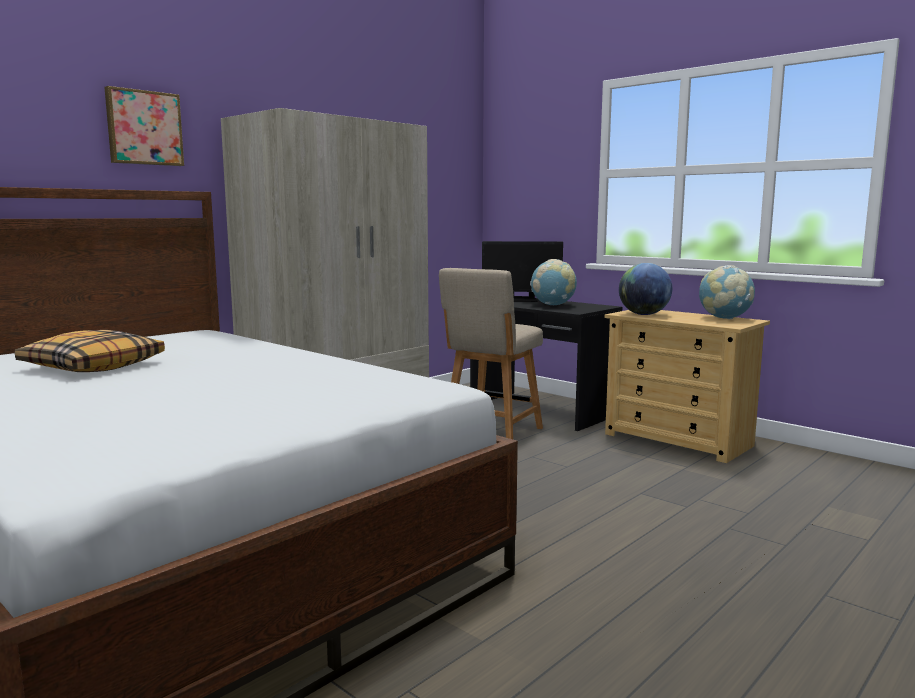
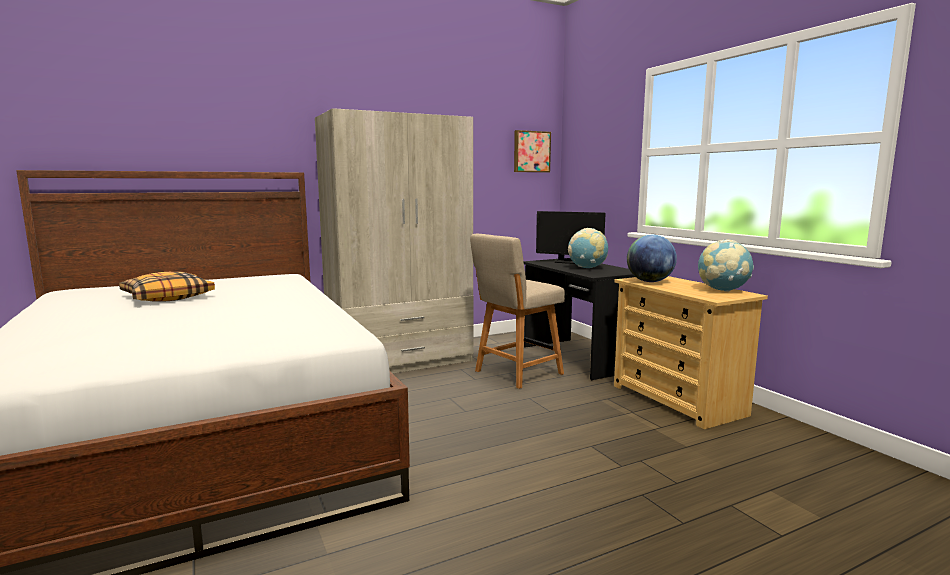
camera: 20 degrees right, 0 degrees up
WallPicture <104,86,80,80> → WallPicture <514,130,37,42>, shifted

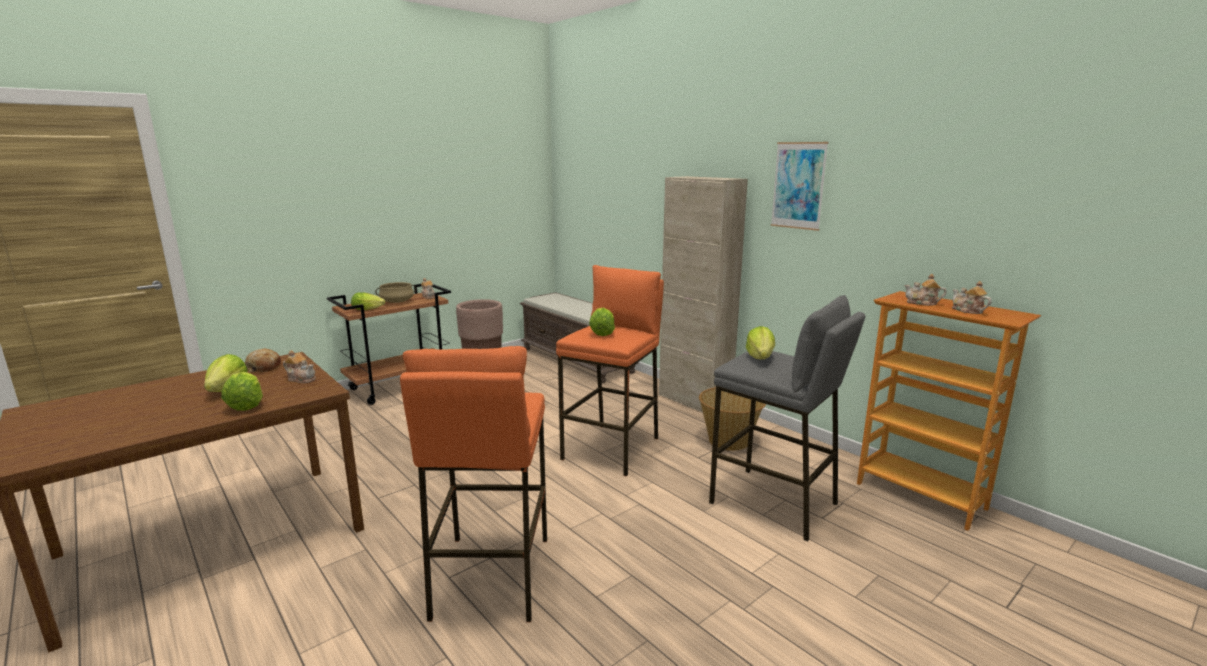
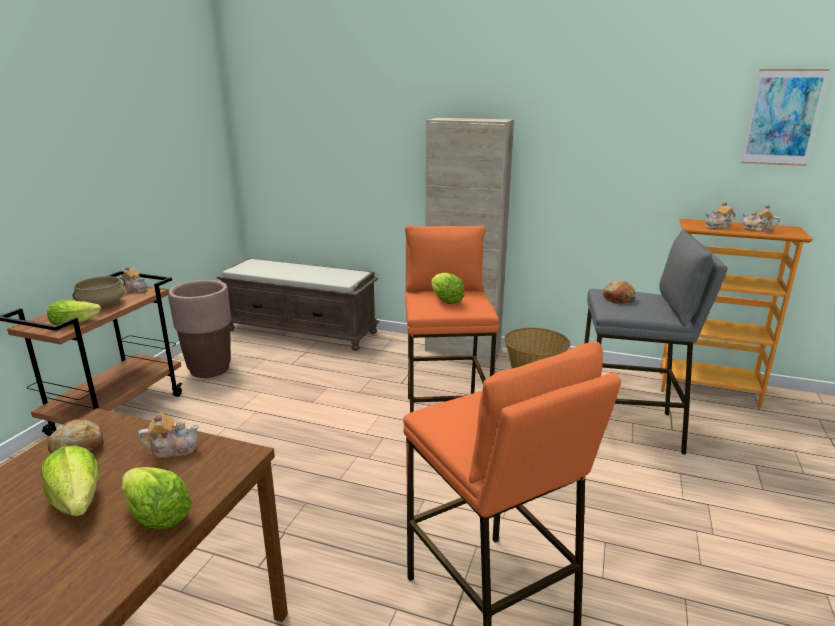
camera: 30 degrees left, 5 degrees up
WallPicture <771,142,57,89> → WallPicture <741,69,89,97>, shifted
Lettuce <746,326,29,33> → Bread <603,280,32,24>

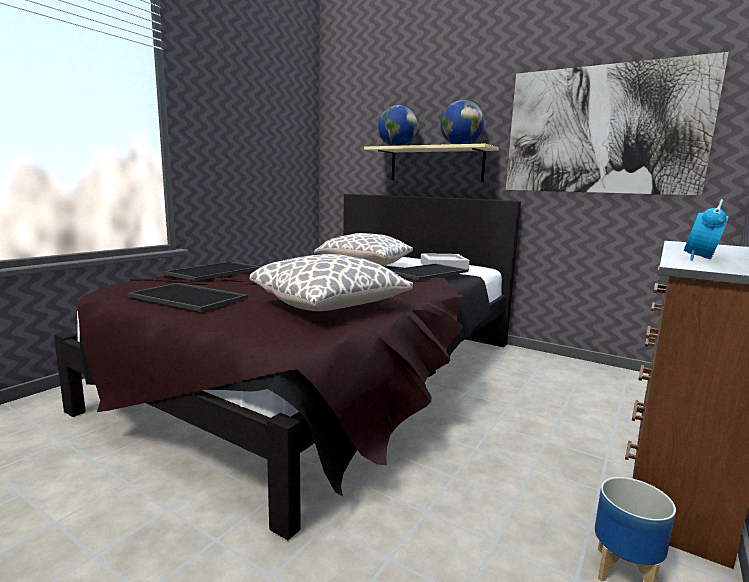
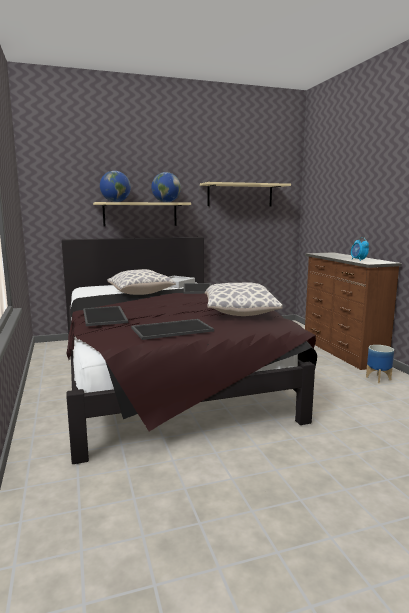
camera: 50 degrees left, 0 degrees up
WallPicture <506,52,223,144> → BeigeWallShelf <200,182,91,24>

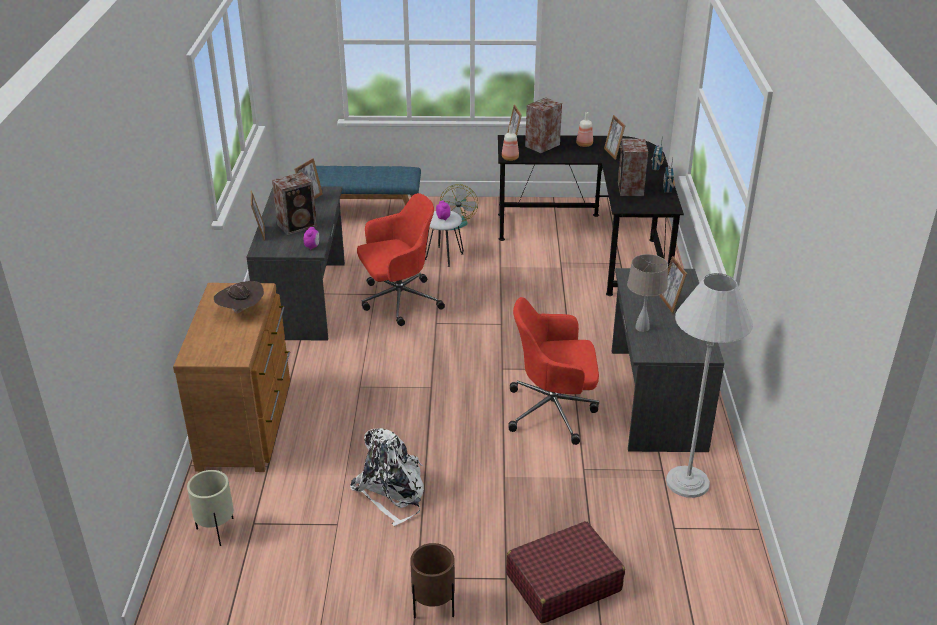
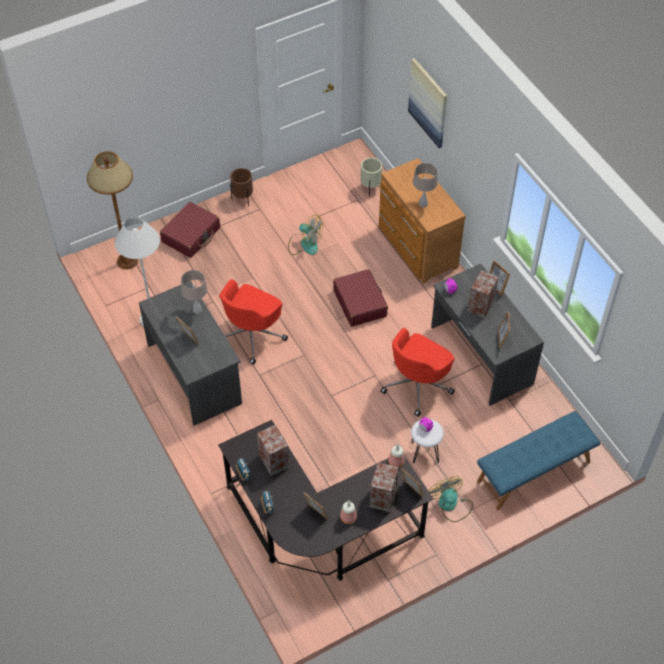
camera: 150 degrees right, 20 degrees up
- → BrownColouredStandingLamp <87,151,51,118>
- → ReddishTravelCase <333,269,55,58>
- → WallPicture <408,58,39,90>
BrownColouredHat <214,281,50,32> → BeigeTableLamp <413,163,25,44>
WhiteBackpack <350,428,74,98> → Fan <288,215,35,40>
ReddishDeskChair <508,297,91,148> → ReddishDeskChair <219,279,69,86>, 150 degrees clockwise

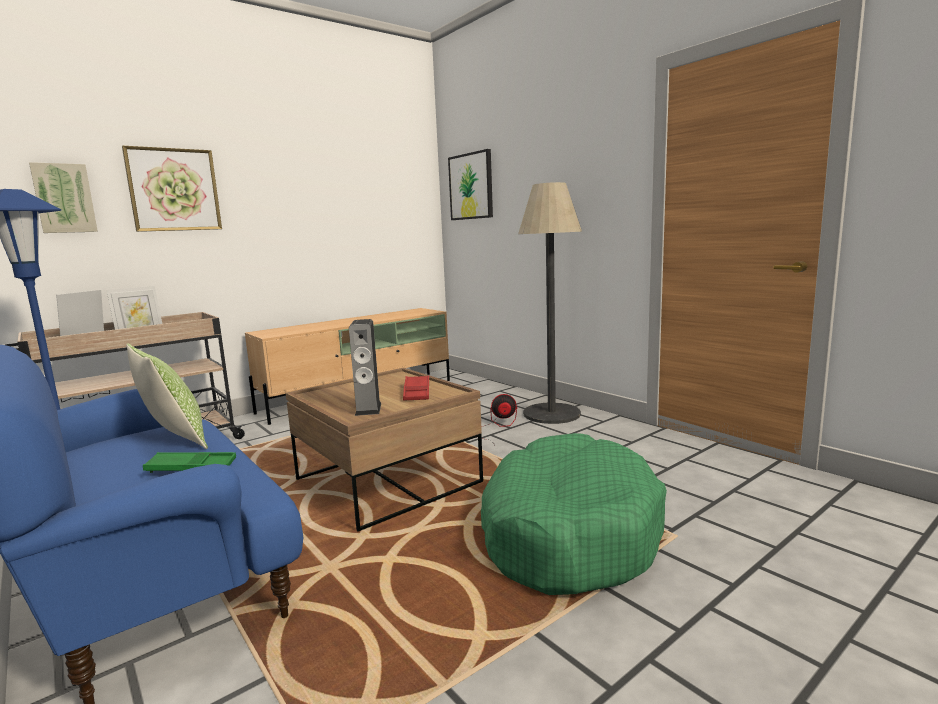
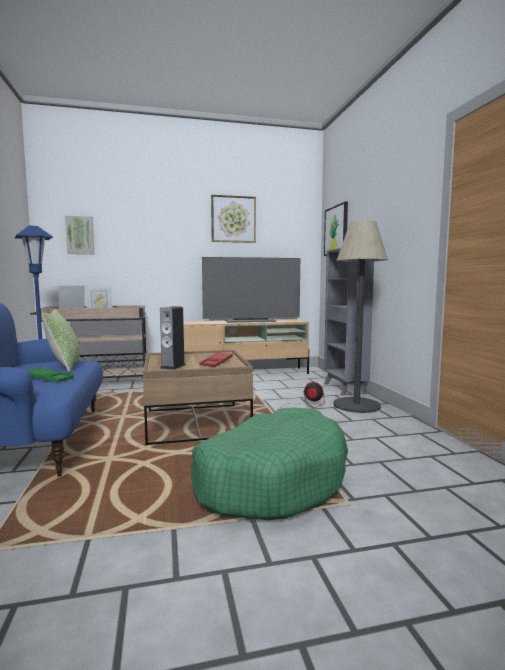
camera: 25 degrees right, 5 degrees down
- → Television <202,257,98,66>
- → GreyishShelvingUnit <324,248,50,147>
WallPicture <122,146,100,86> → WallPicture <211,195,45,48>, shifted

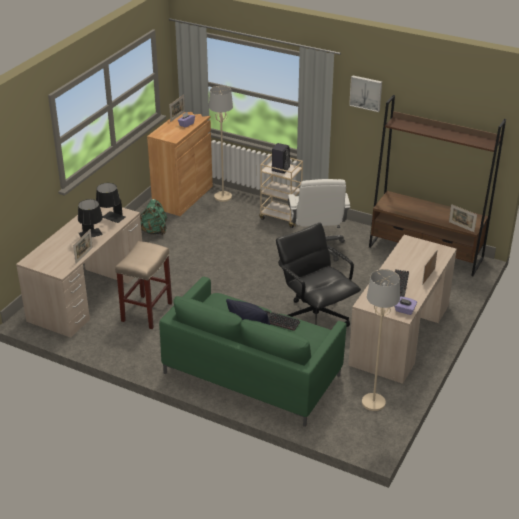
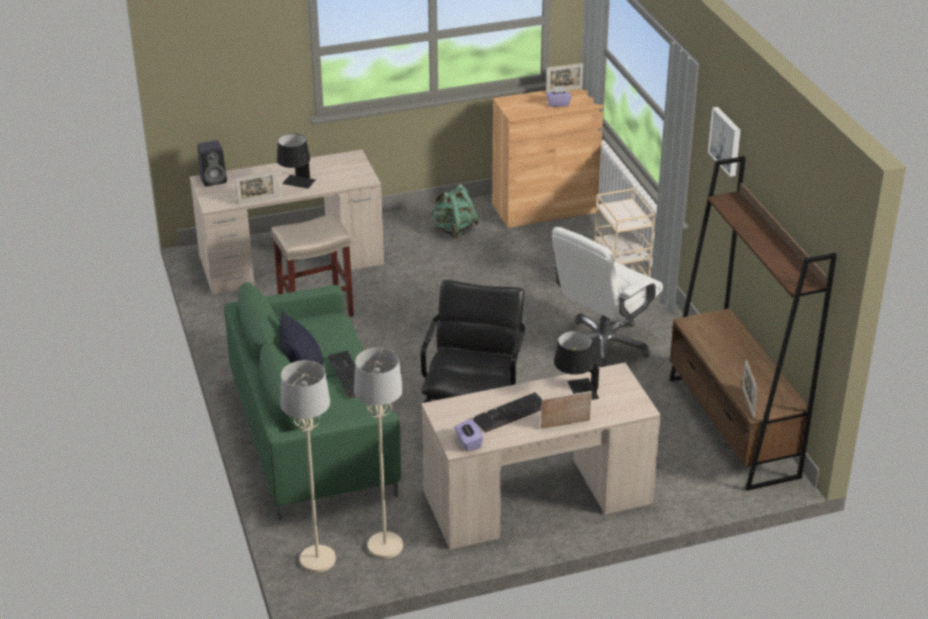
camera: 45 degrees right, 0 degrees up
BlackishTableLamp <96,183,30,40> → BlackishTableLamp <554,331,45,69>, shifted
BeigeStandingLamp <209,86,24,116> → BeigeStandingLamp <281,360,55,213>, shifted
BlackishSpeaker <272,143,18,31> → BlackishSpeaker <197,140,30,47>, shifted

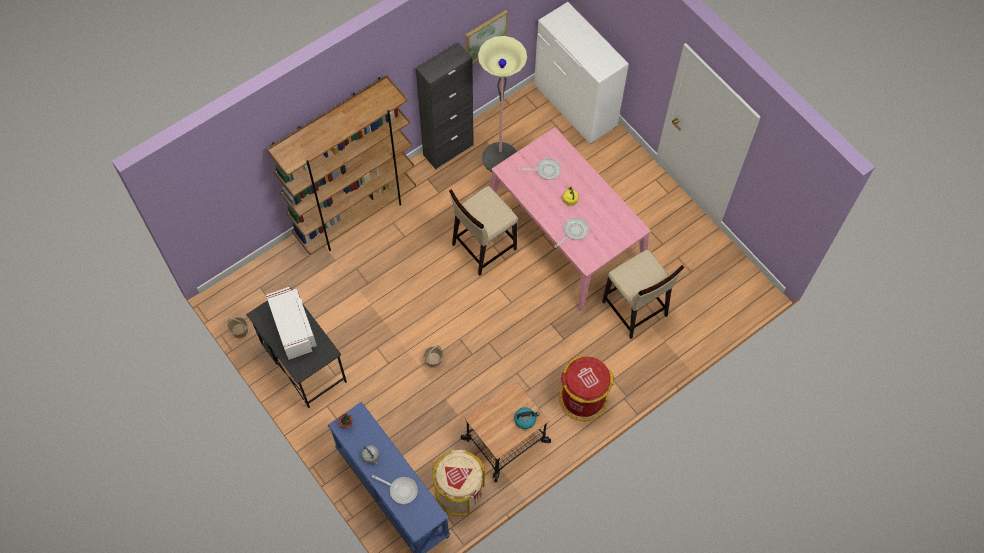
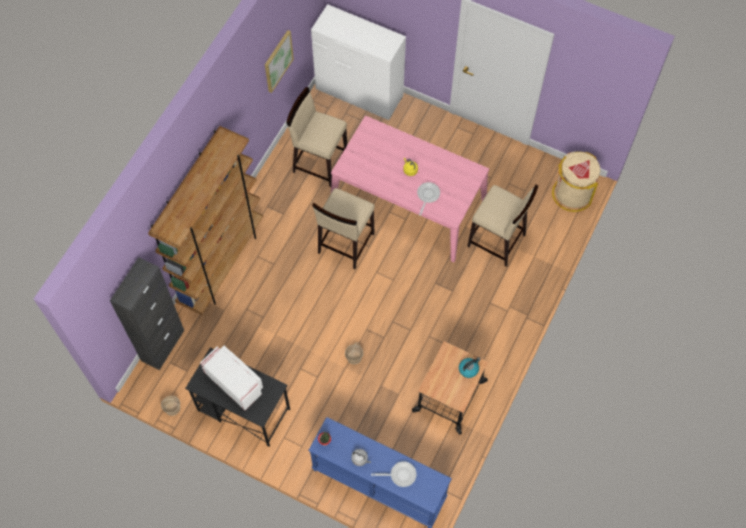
camera: 25 degrees left, 0 degrees up
Pan <518,158,43,22> → -
ReddishTrashCan <559,355,55,66> → -
BlackishCabinet <416,42,58,127> → BlackishCabinet <110,257,74,113>, shifted
BeigeTrashCan <432,449,53,67> → BeigeTrashCan <552,151,48,61>, shifted
StandingLamp <478,36,49,136> → BeigeStool <286,87,61,100>

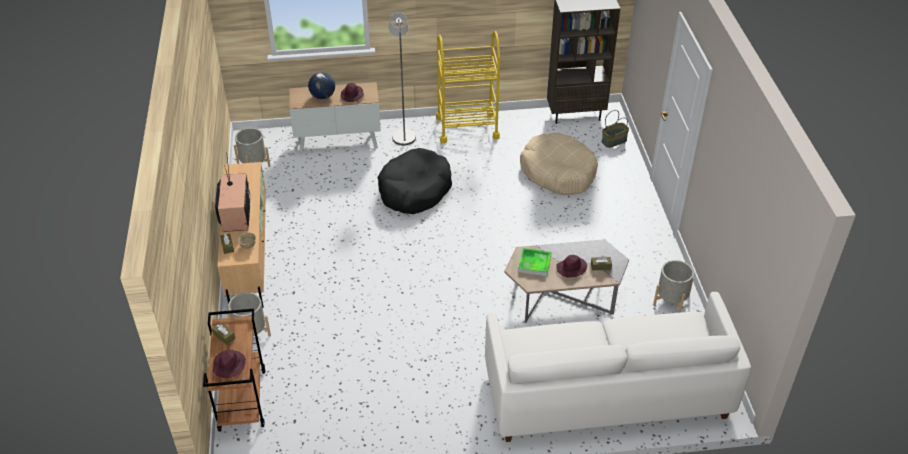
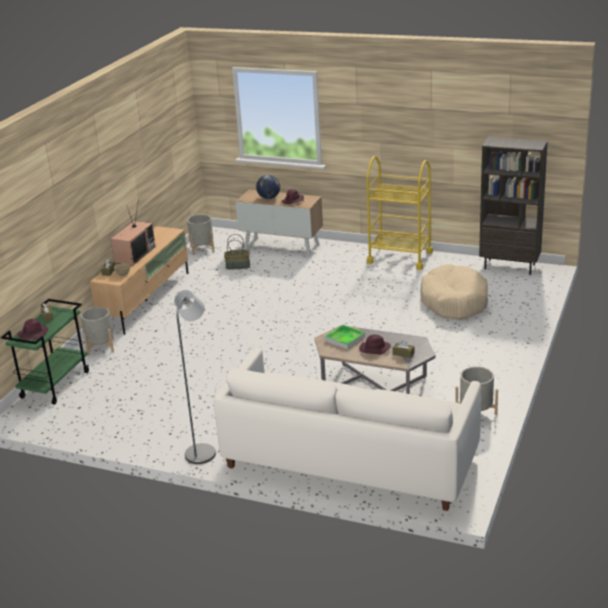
camera: 30 degrees right, 15 degrees down
BlackishDogCushion <378,148,74,66> → -
GreyishStandingLamp <388,12,28,133> → GreyishStandingLamp <174,290,42,174>, shifted
StorageBasket <602,110,27,38> → StorageBasket <224,234,26,36>, shifted
BrownColouredCart <203,309,62,122> → GreenishCart <1,299,88,105>

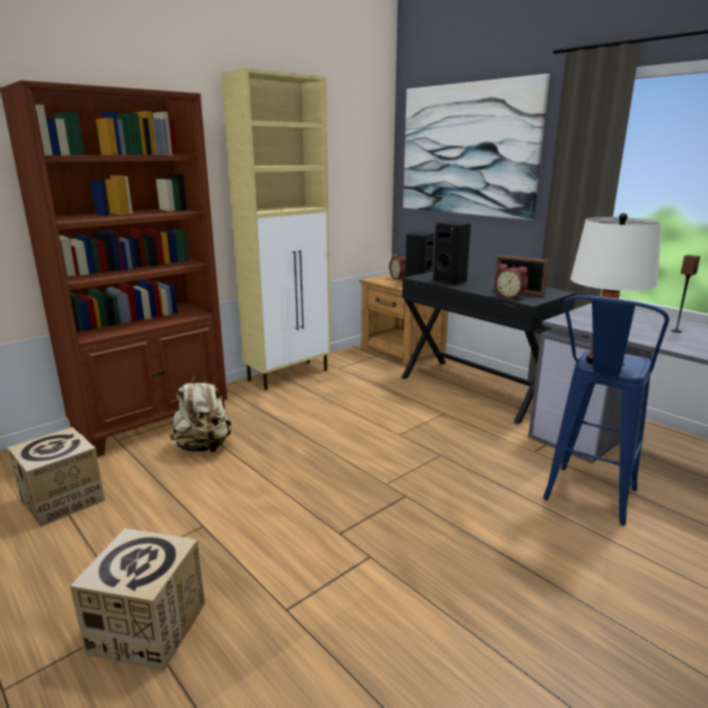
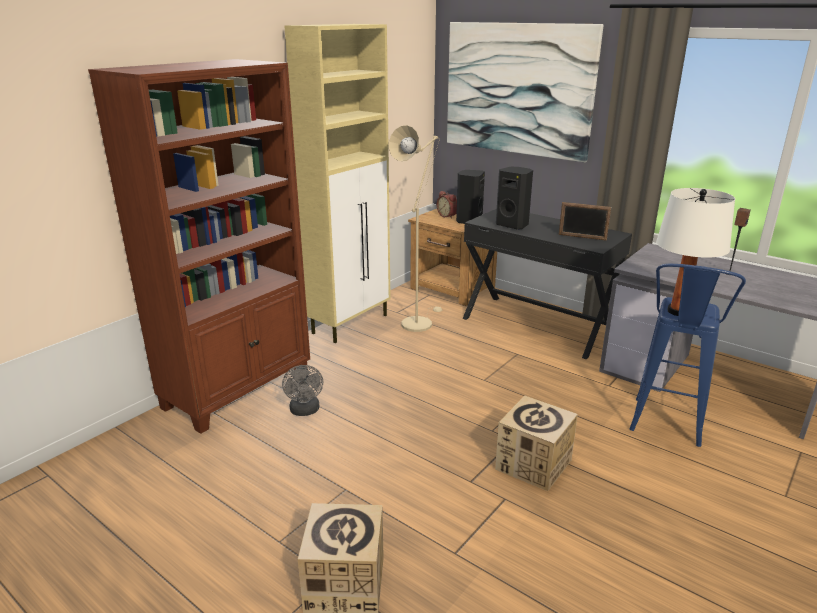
camera: 10 degrees left, 5 degrees up
BedsideClock <495,264,33,35> → -
- → BeigeStandingLamp <389,125,53,207>
Carton <7,427,98,100> → Carton <495,396,83,95>, shifted
BeigeBackpack <170,373,61,80> → GreyishFan <282,365,41,51>

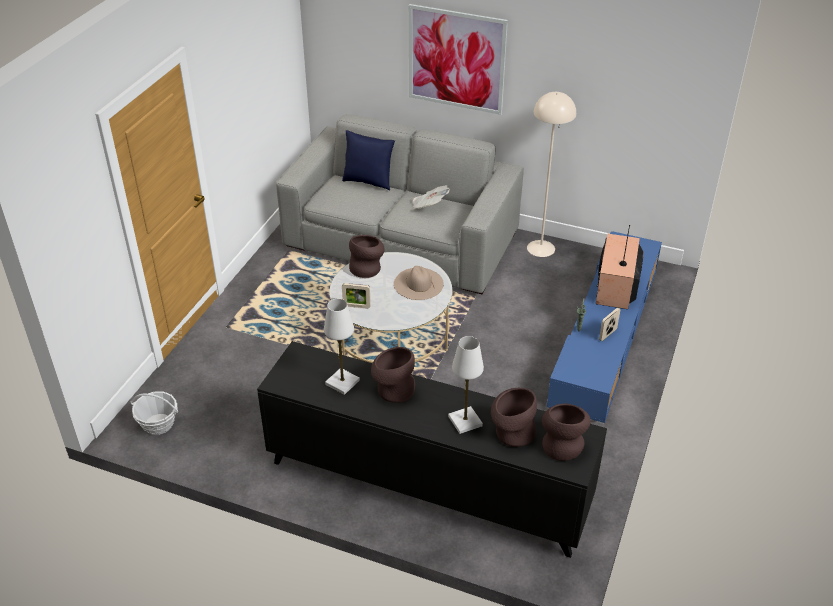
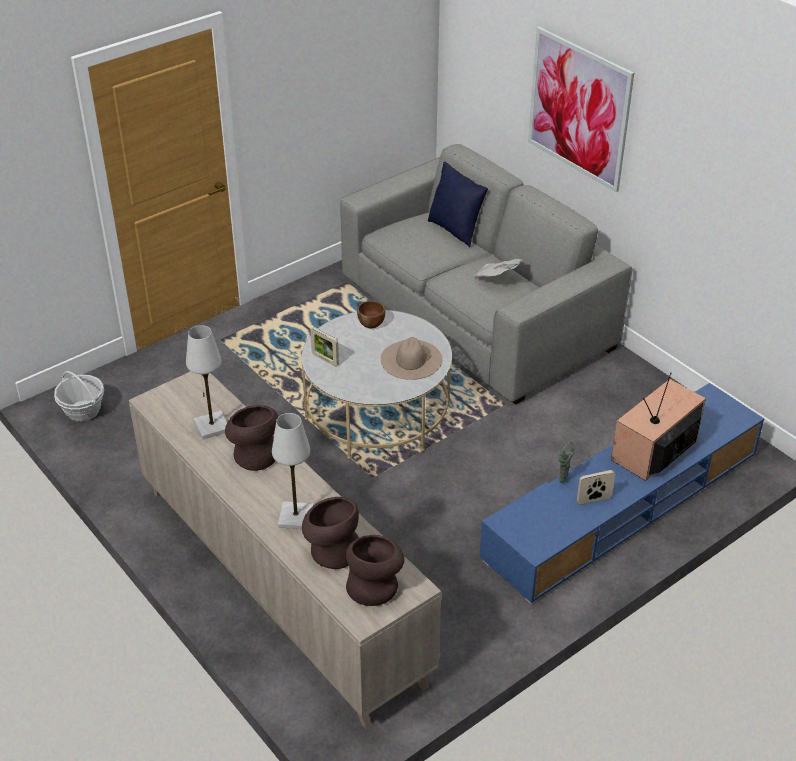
camera: 30 degrees right, 0 degrees up
BeigeStandingLamp <527,92,49,165> → -
BrownColouredFlowerVase <349,235,36,43> → BrownColouredDeepDish <357,301,28,28>
BlackishCabinet <257,341,350,217> → BeigeCabinet <129,371,312,358>

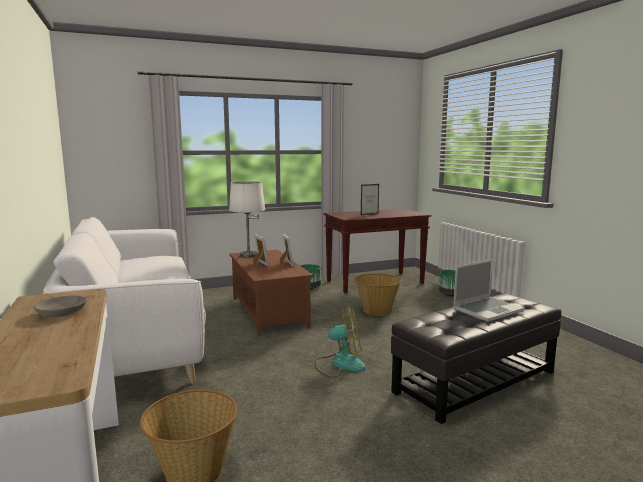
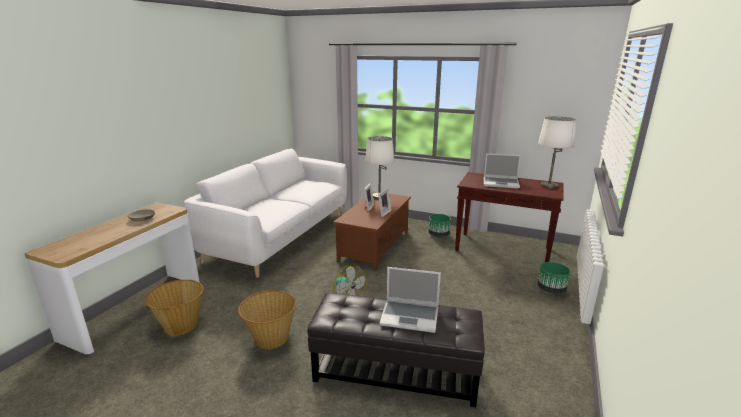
camera: 45 degrees right, 10 degrees up
- → WhiteTableLamp <538,116,38,73>
StorageBasket <355,273,47,43> → StorageBasket <238,290,58,59>, shifted
PictureFrame <361,184,18,31> → Laptop <484,153,37,36>

